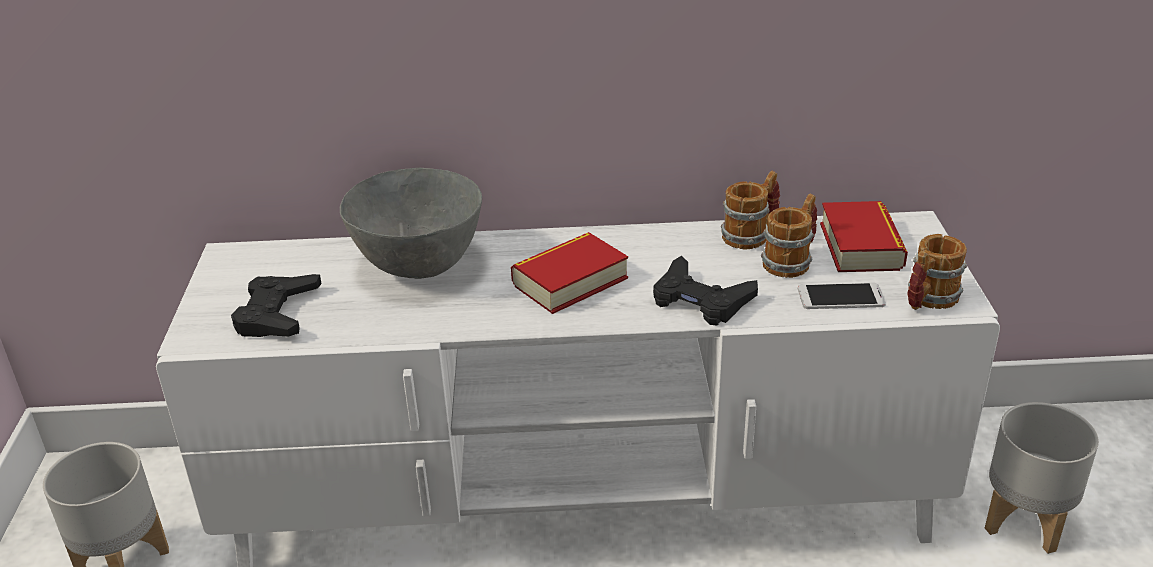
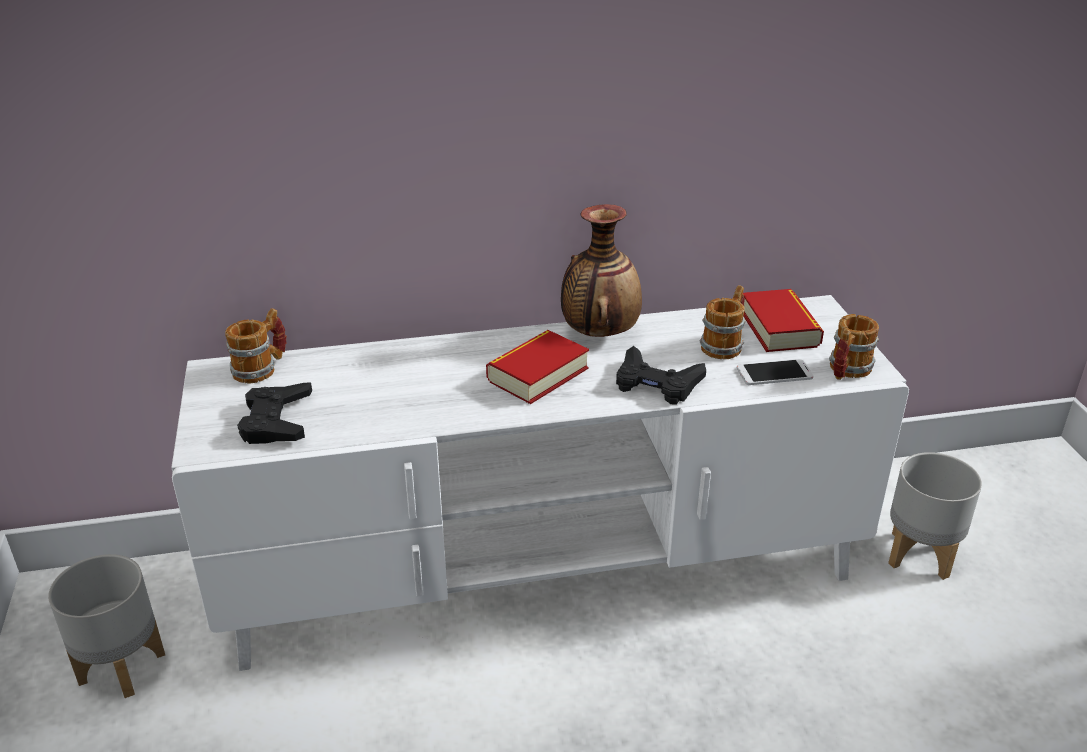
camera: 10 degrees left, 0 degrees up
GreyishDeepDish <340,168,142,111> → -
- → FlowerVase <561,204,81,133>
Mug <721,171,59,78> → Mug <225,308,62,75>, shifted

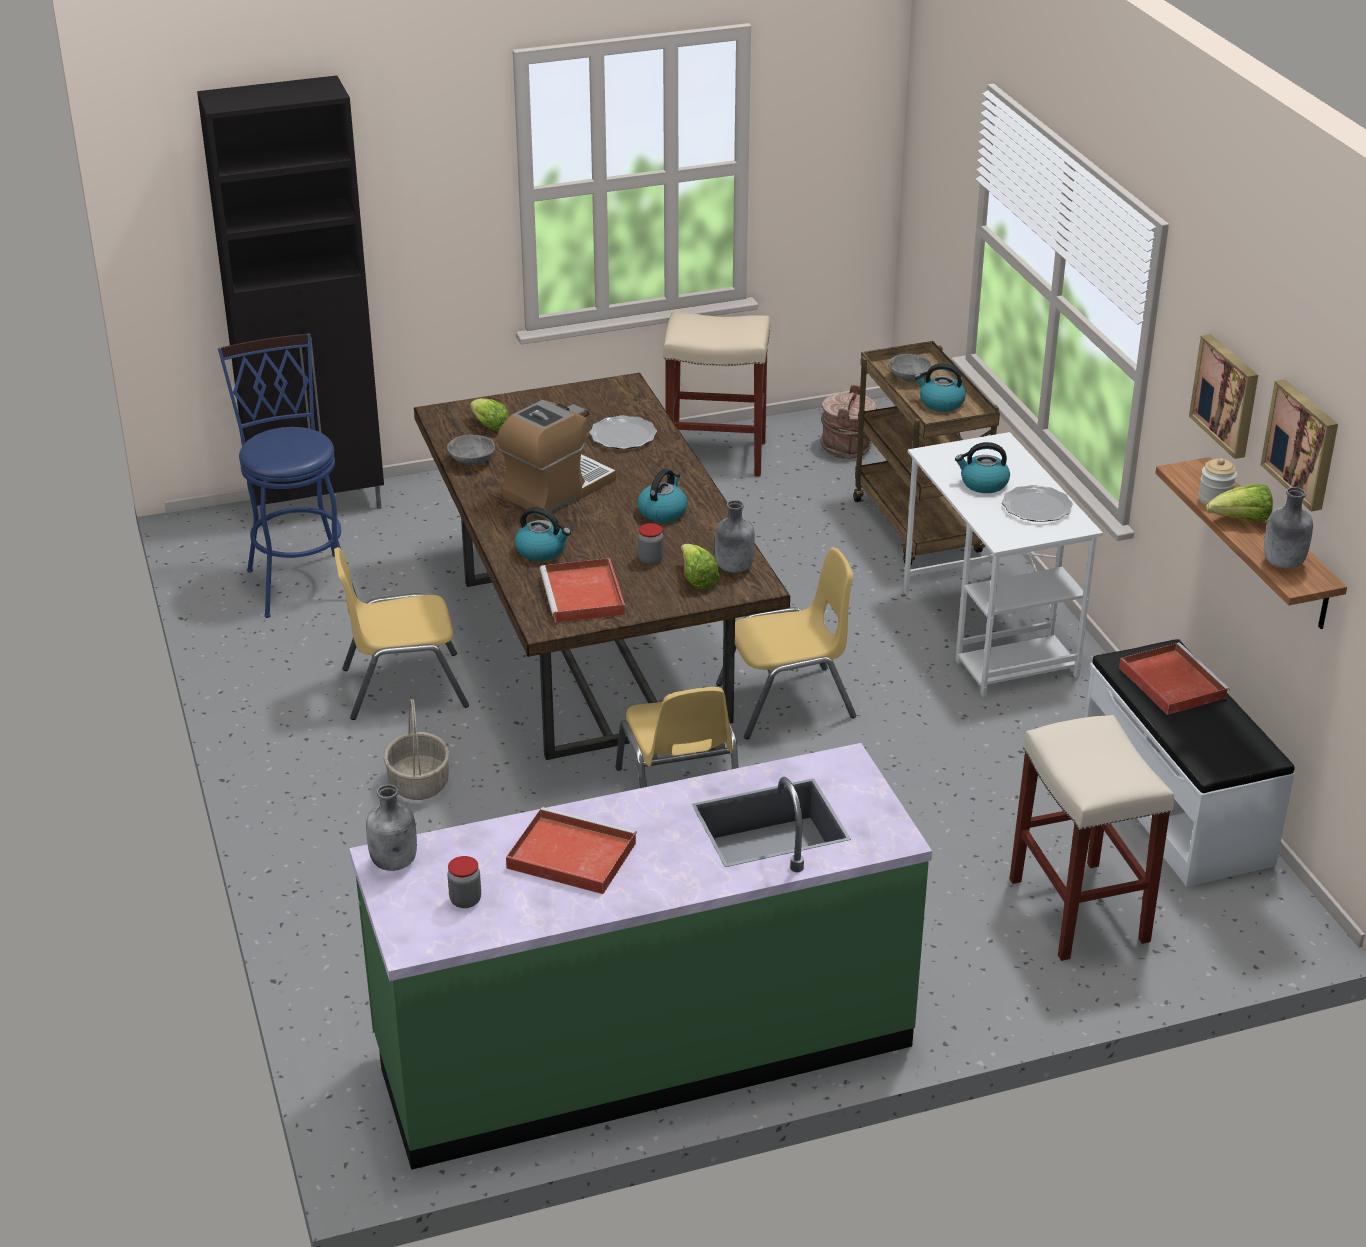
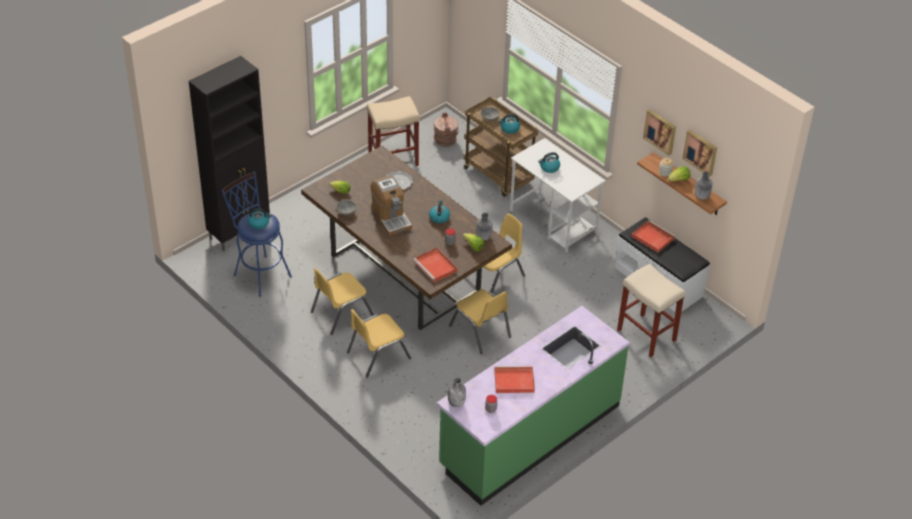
camera: 25 degrees left, 10 degrees up
DinnerPlate <1002,485,71,37> → -
Kettle <515,507,56,54> → Kettle <248,208,24,21>, shifted
StorageBasket <384,699,66,101> → YellowishPlainChair <347,309,64,69>
CoffeeMachine <497,400,119,118> → CoffeeMachine <371,175,41,61>, 135 degrees clockwise

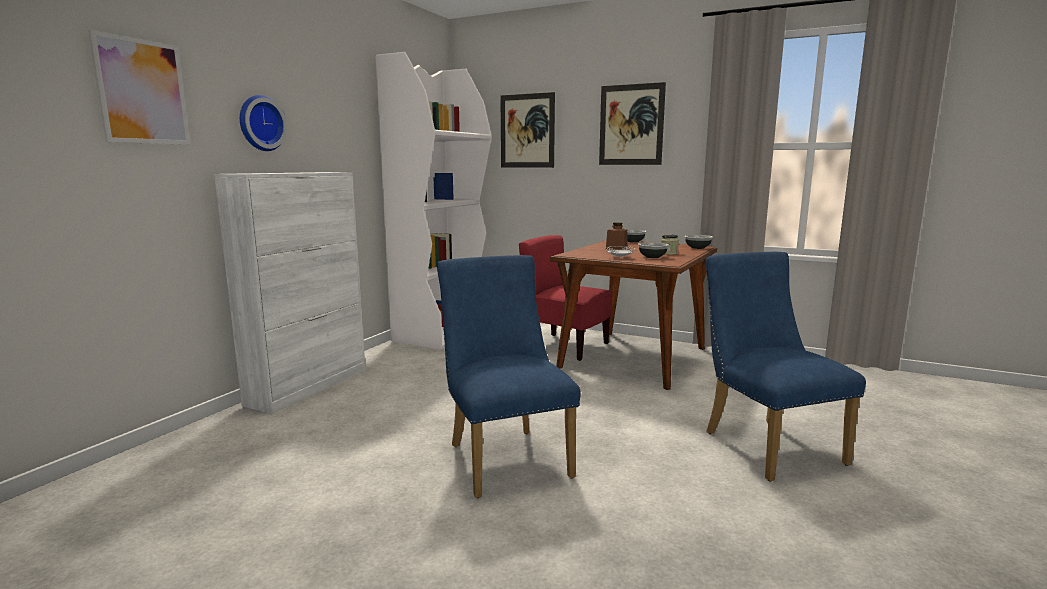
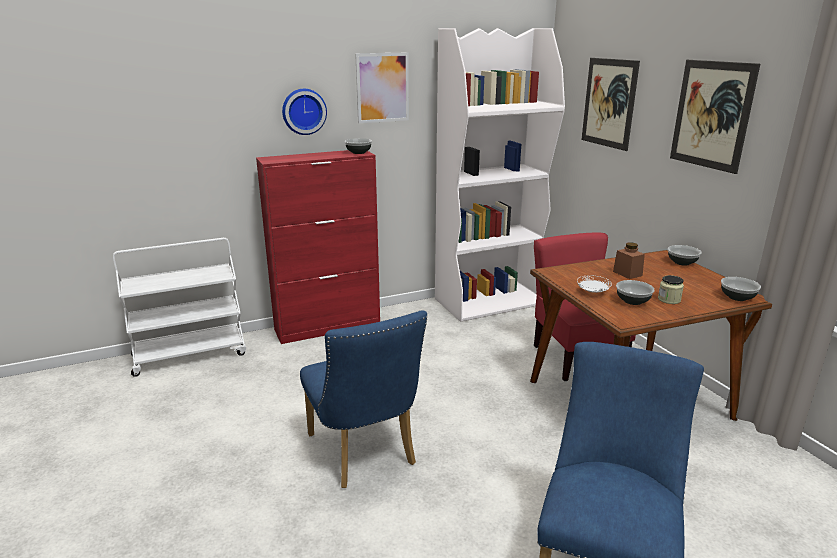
camera: 40 degrees right, 10 degrees up
- → WhiteCart <113,238,133,139>
- → DeepDish <344,138,28,16>
WallPicture <88,30,103,115> → WallPicture <355,53,54,70>, shifted
WhiteCabinet <214,172,152,242> → ReddishCabinet <256,150,124,194>
BlueColouredPlainChair <437,255,144,243> → BlueColouredPlainChair <300,310,127,178>, 135 degrees clockwise

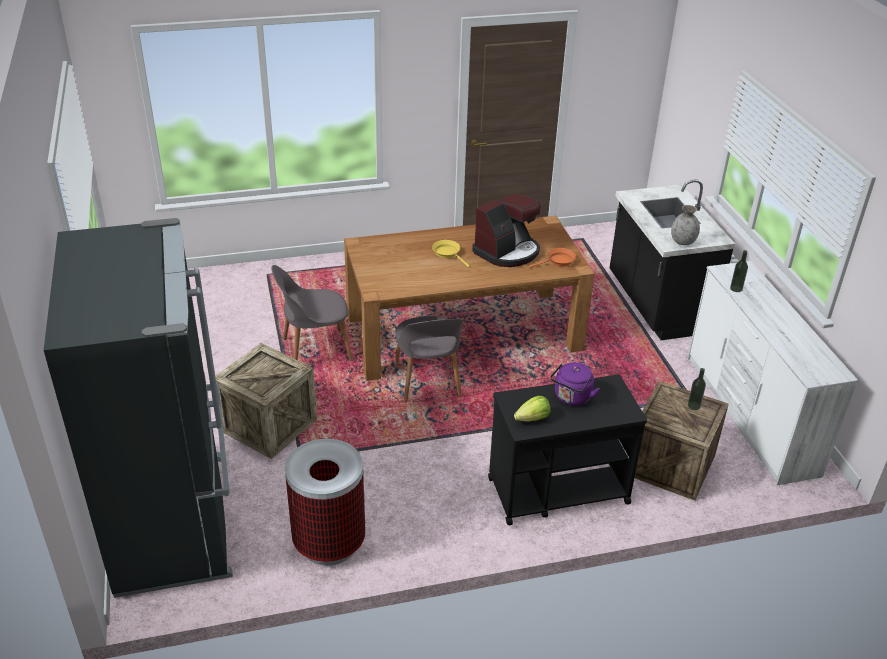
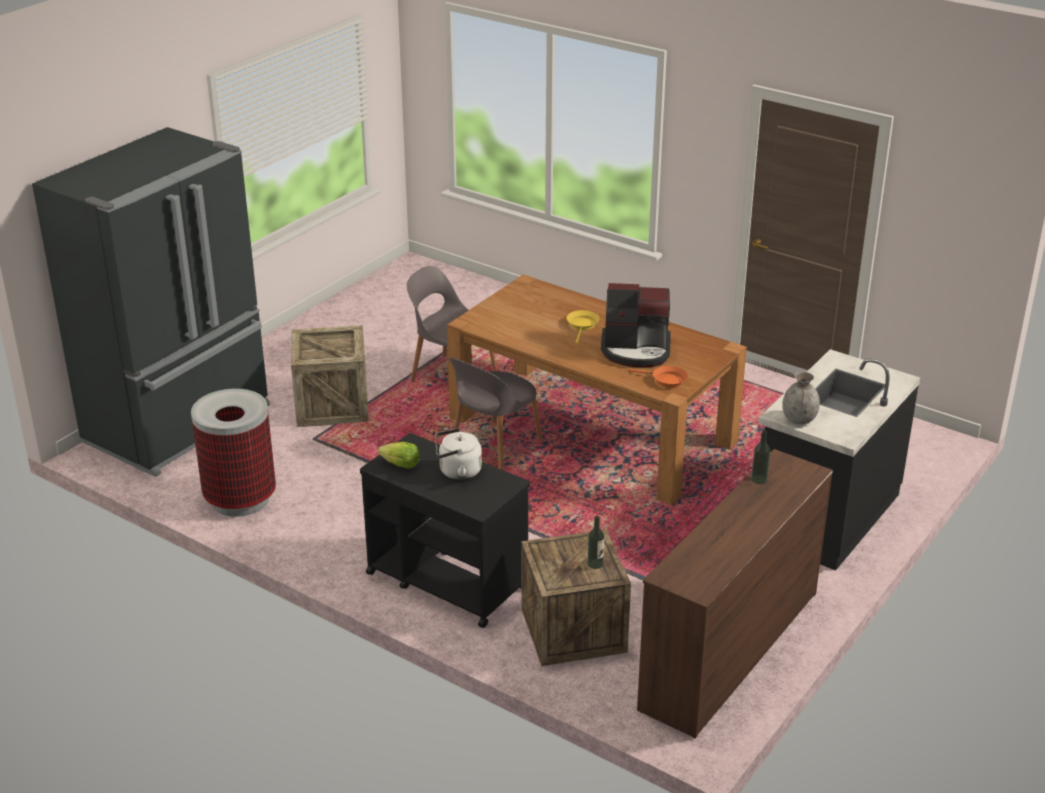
camera: 50 degrees right, 5 degrees down
PurpleColouredKettle <550,362,50,43> → WhiteKettle <435,428,47,52>
WhiteDresser <687,261,171,224> → BrownColouredDresser <637,449,196,289>

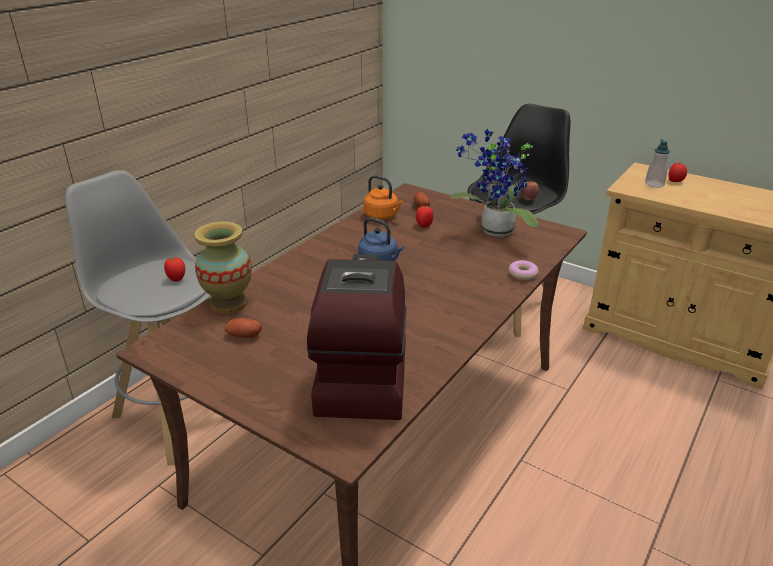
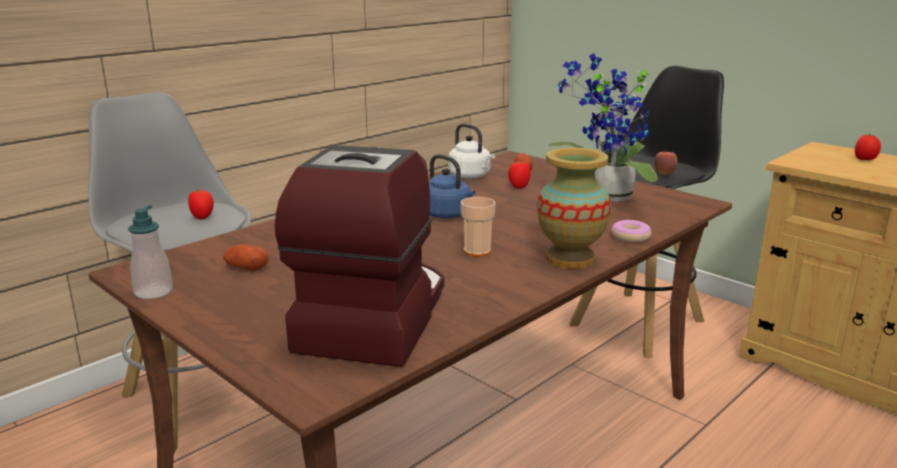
camera: 10 degrees right, 10 degrees down
- → Cup <461,197,34,60>
FlowerVase <194,222,58,92> → FlowerVase <537,148,74,121>, shifted
SoapDispenser <645,139,25,49> → SoapDispenser <128,205,45,94>, shifted
OrangeKettle <364,175,40,45> → WhiteKettle <448,124,47,55>

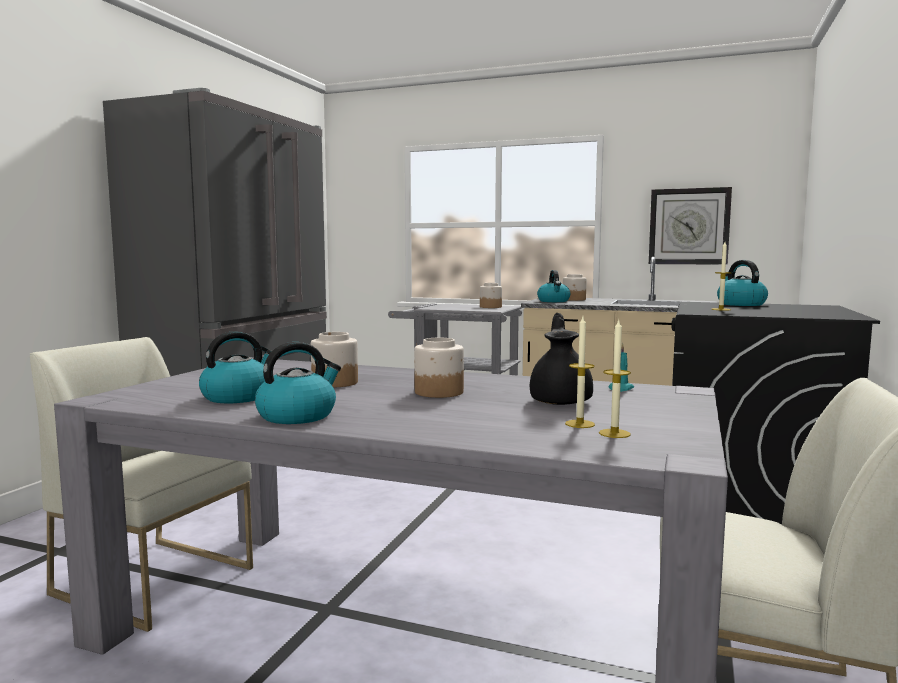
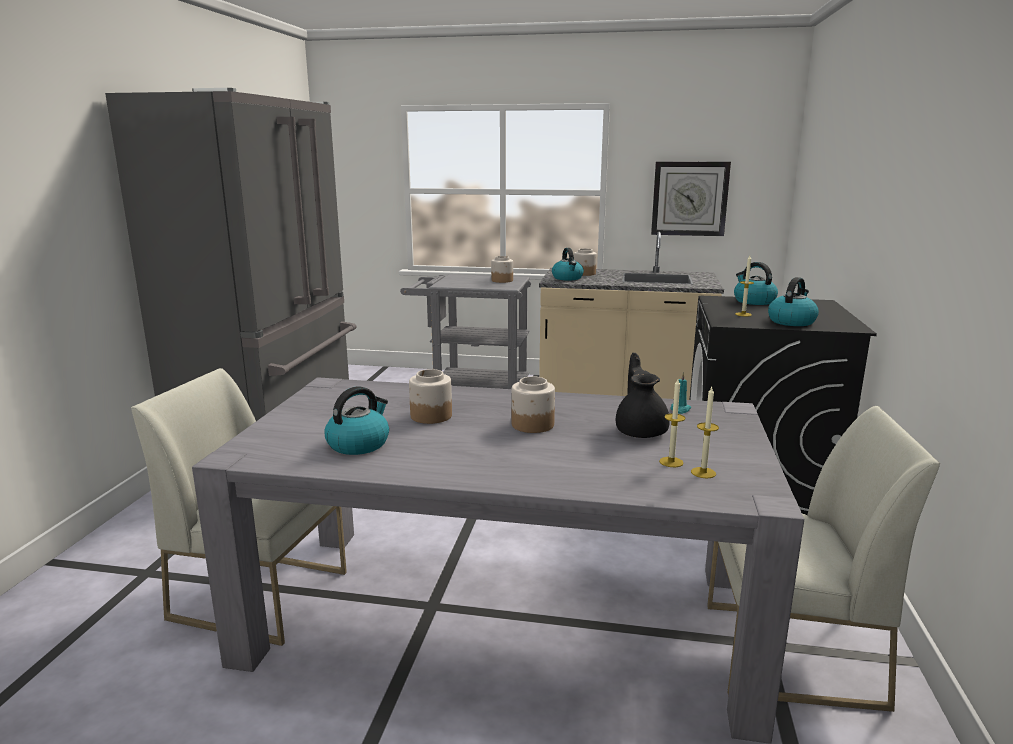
camera: 10 degrees left, 10 degrees up
Kettle <255,342,86,82> → Kettle <768,277,51,49>, shifted

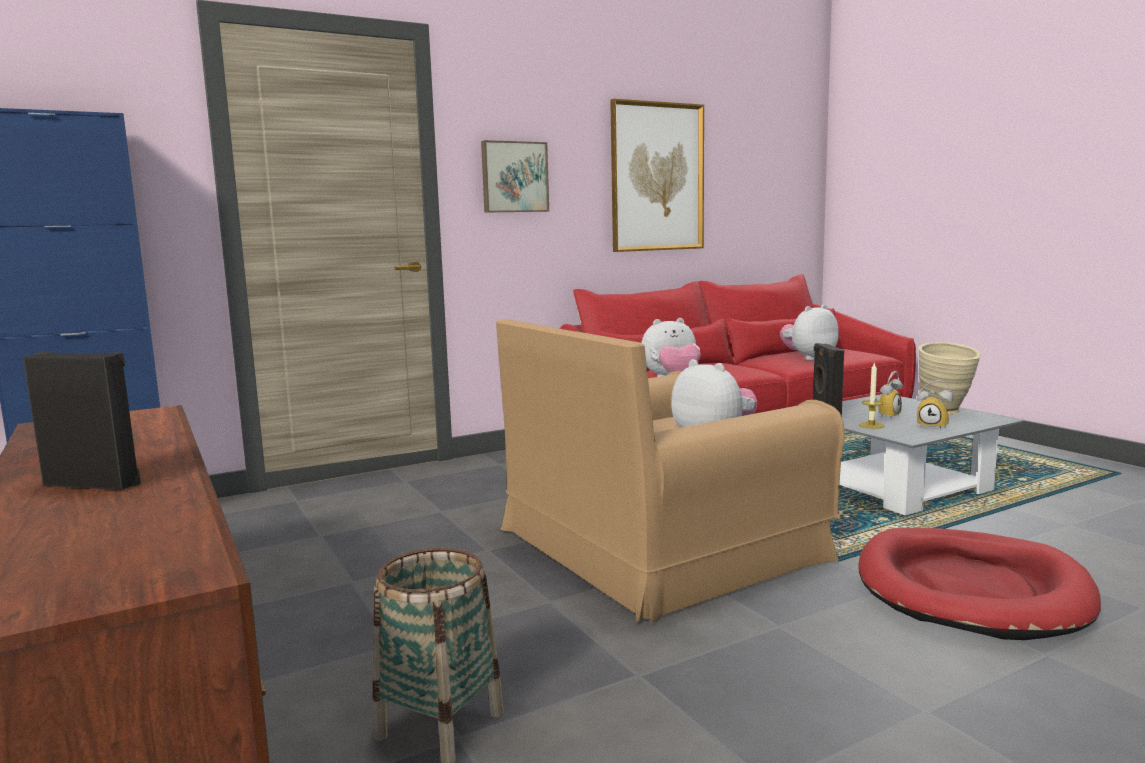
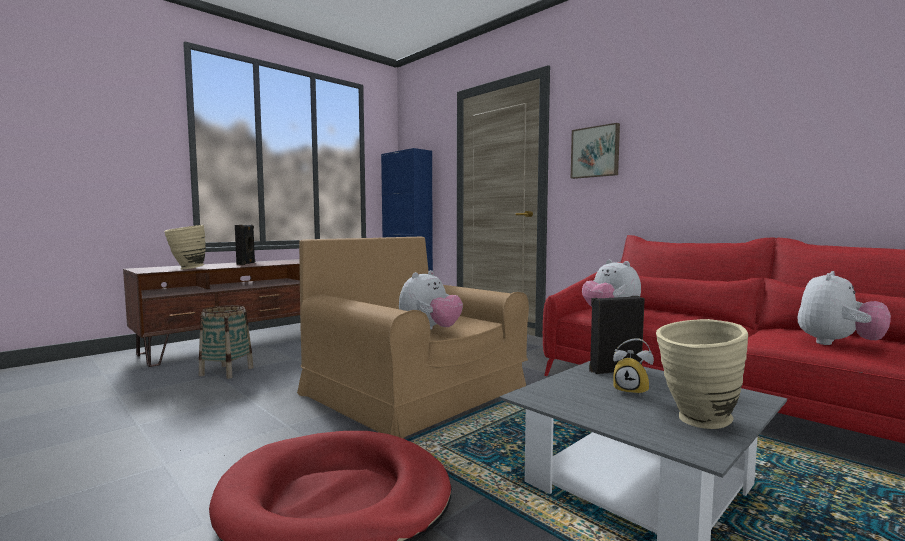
camera: 75 degrees right, 5 degrees down
WallPicture <610,99,94,153> → -
WaxLight <859,362,25,67> → -
BedsideClock <917,380,36,50> → -
- → BeigeFlowerVase <164,225,42,44>
SoftToy <780,305,59,56> → SoftToy <797,271,94,74>, 90 degrees clockwise

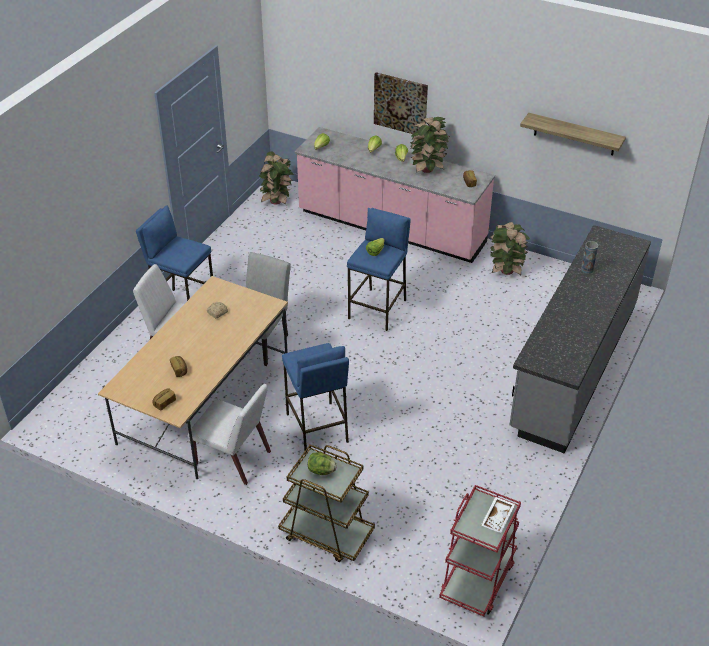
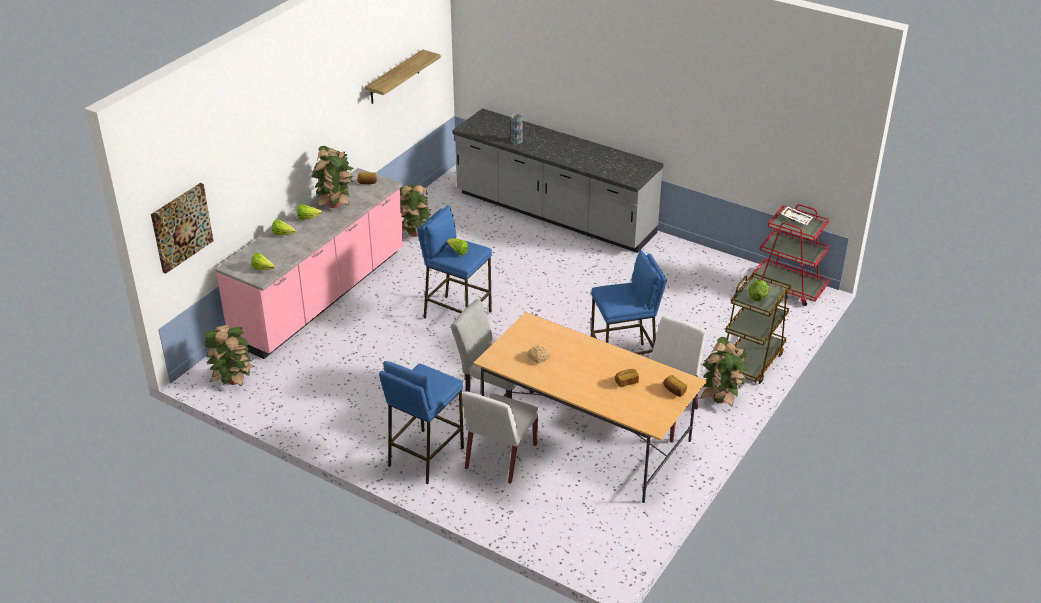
camera: 85 degrees left, 5 degrees down
- → PlantInAPot <701,337,49,70>
WallPicture <374,72,54,62> → WallPicture <151,183,62,91>, shifted

